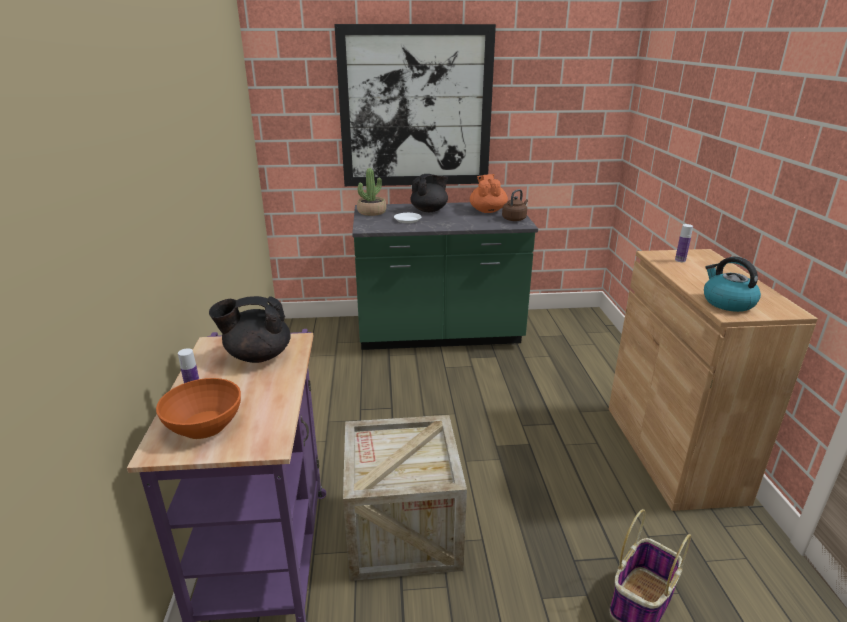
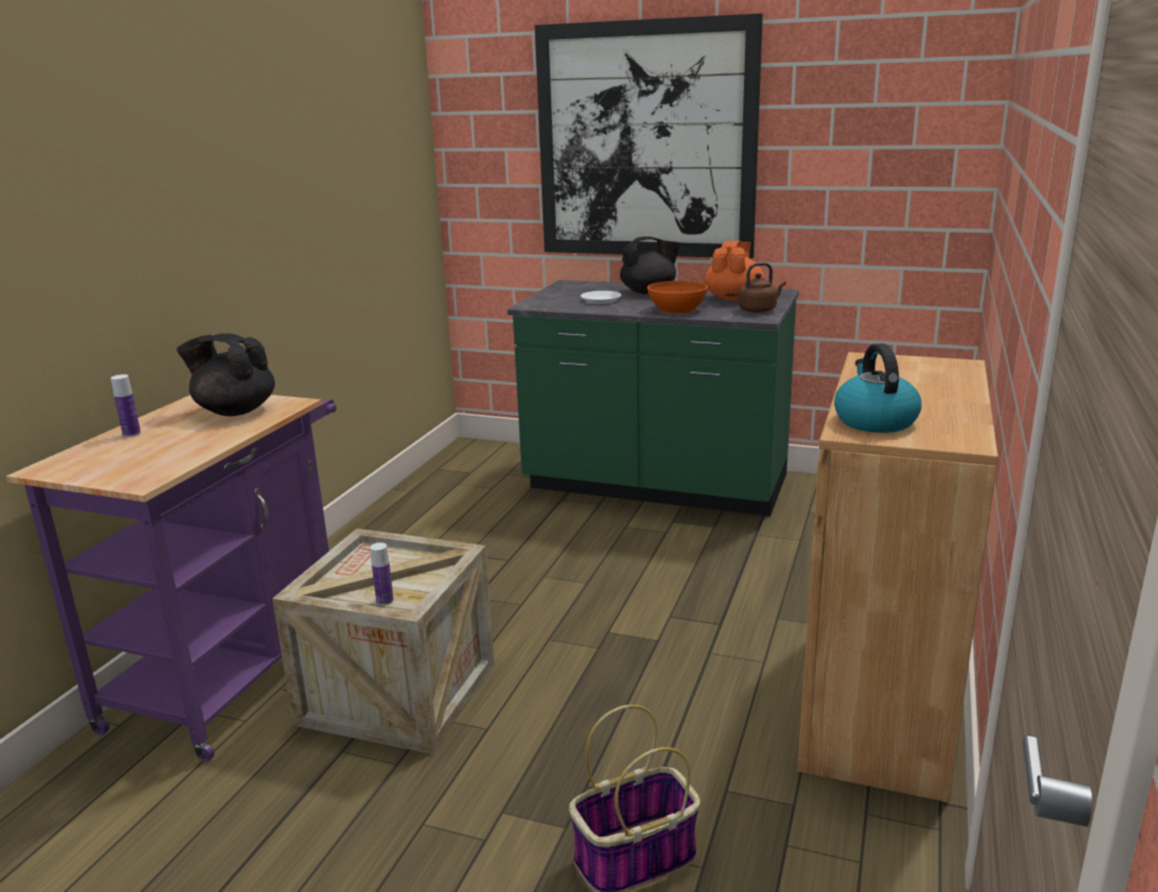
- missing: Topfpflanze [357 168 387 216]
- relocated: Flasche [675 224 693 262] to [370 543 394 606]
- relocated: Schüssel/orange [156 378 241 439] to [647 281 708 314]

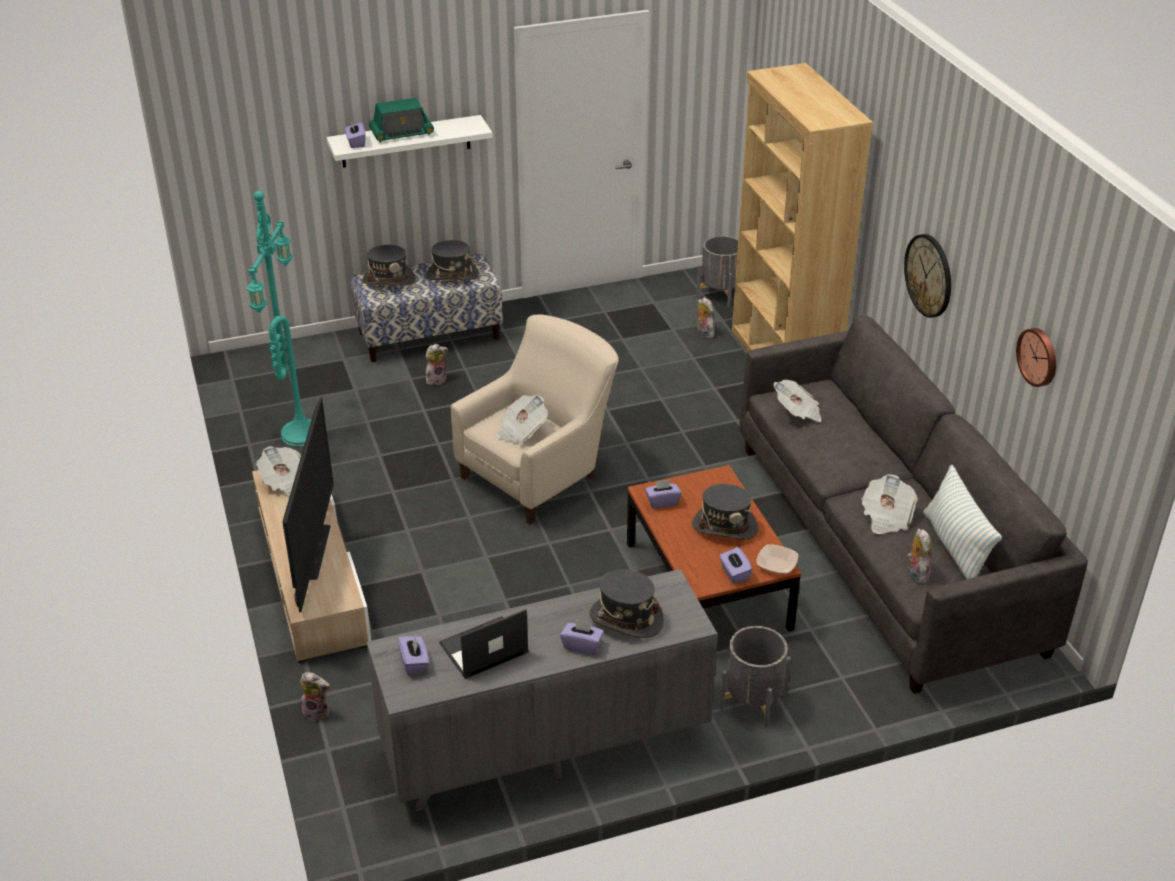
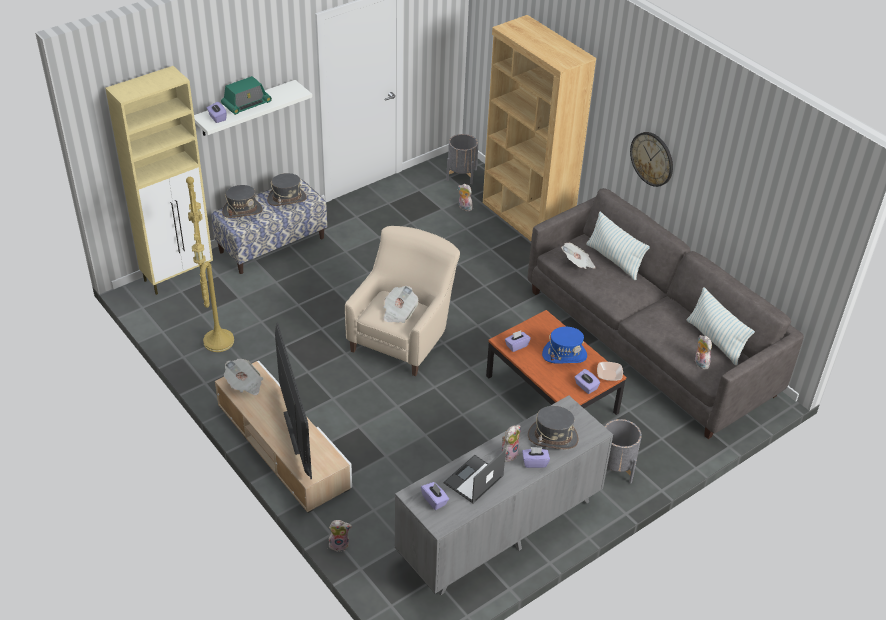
- colour: Stehlampe/türkis [246 191 312 447] to Stehlampe/gelb [186 177 234 352]
- missing: Wanduhr [1016 328 1056 387]
- relocated: Plüschtier [426 344 448 385] to [501 425 521 462]
- missing: Zeitung [861 474 918 534]
- colour: Hut/grau [692 484 758 540] to Hut/blau [542 327 587 364]
- appeared: Schrank/beige [105 66 213 295]
- appeared: Kissen [586 212 650 280]

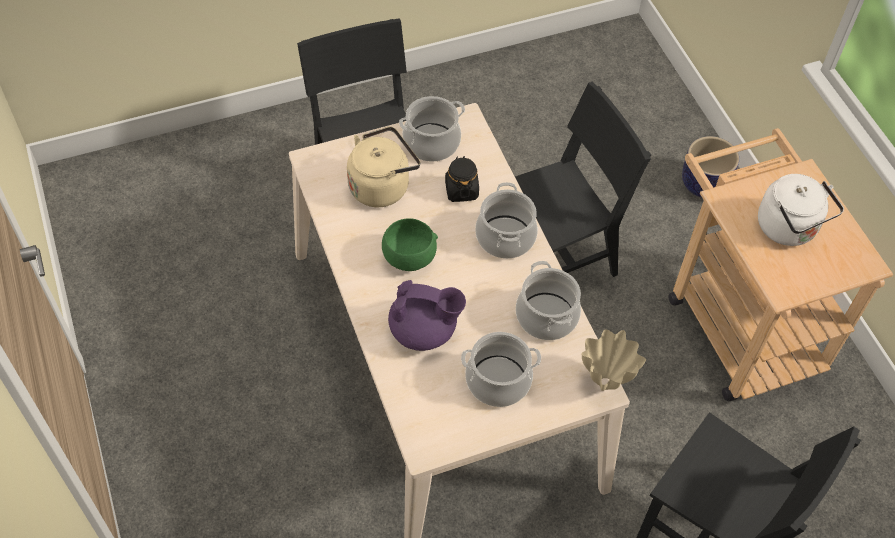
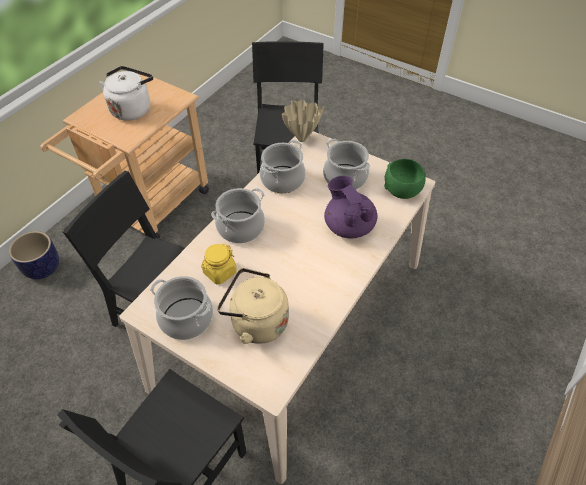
- colour: Vorratsglas/schwarz [445 156 479 202] to Vorratsglas/gelb [201 244 237 285]
- relocated: Schüssel/grün [382 218 438 271] to [384 159 425 199]

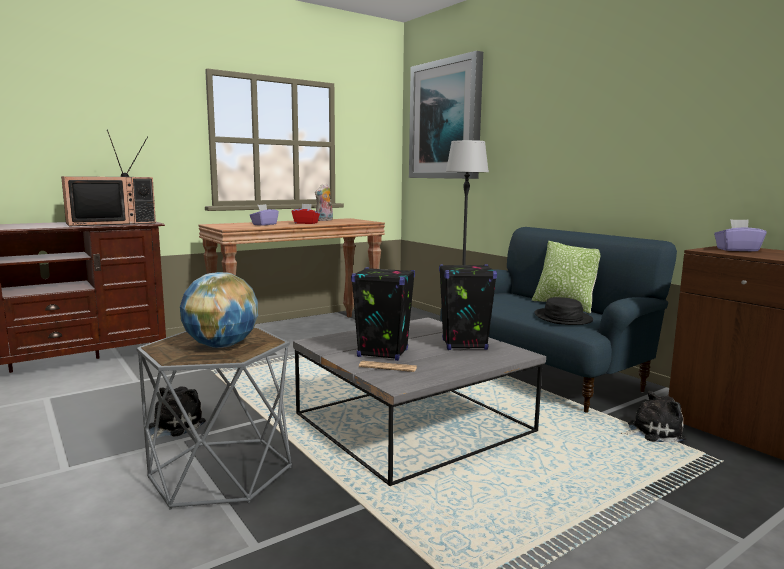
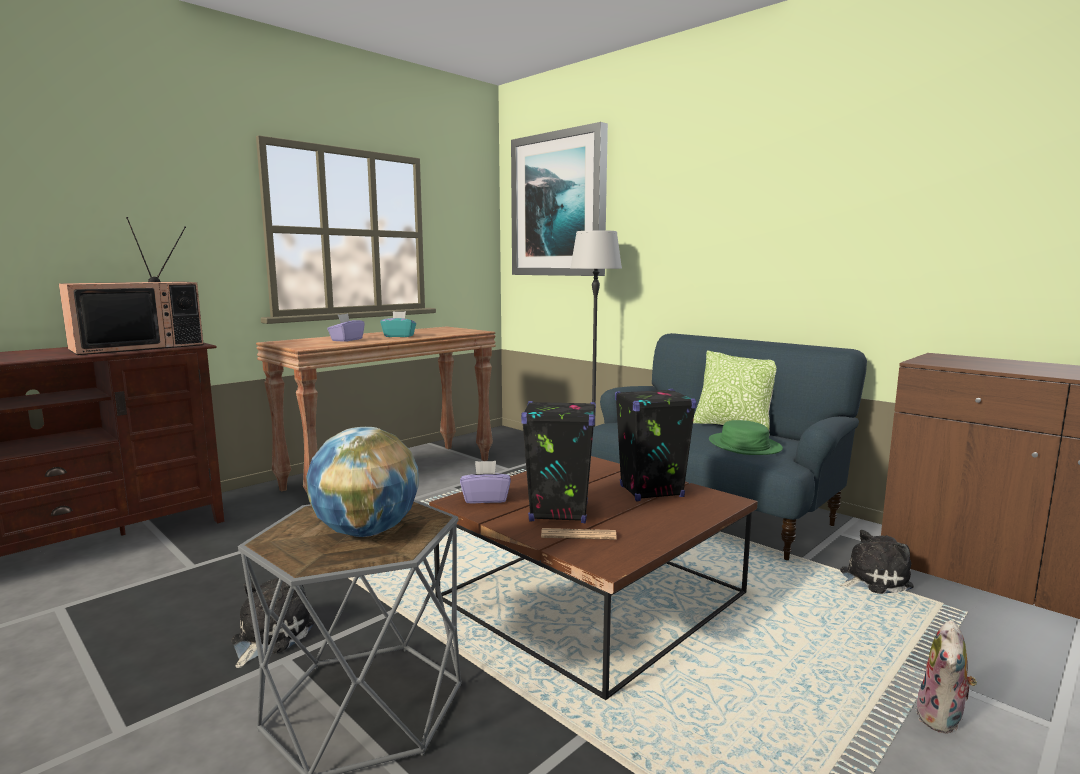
- relocated: Plüschtier [315 184 333 221] to [915 620 977 734]
- colour: Taschentuchbox/rot [292 204 320 224] to Taschentuchbox/türkis [380 311 416 337]
- relocated: Taschentuchbox/lila [714 219 767 252] to [460 461 511 504]
- colour: Hut/schwarz [534 297 593 325] to Hut/grün [709 420 783 455]
- colour: Couchtisch/grau [293 317 546 486] to Couchtisch/braun [429 456 758 700]

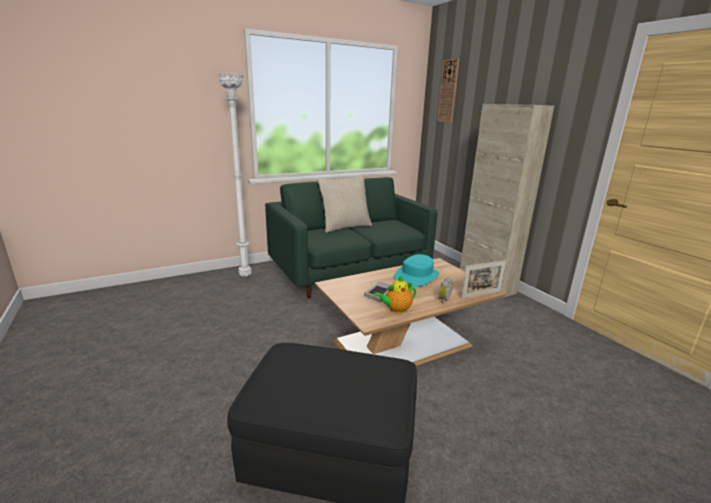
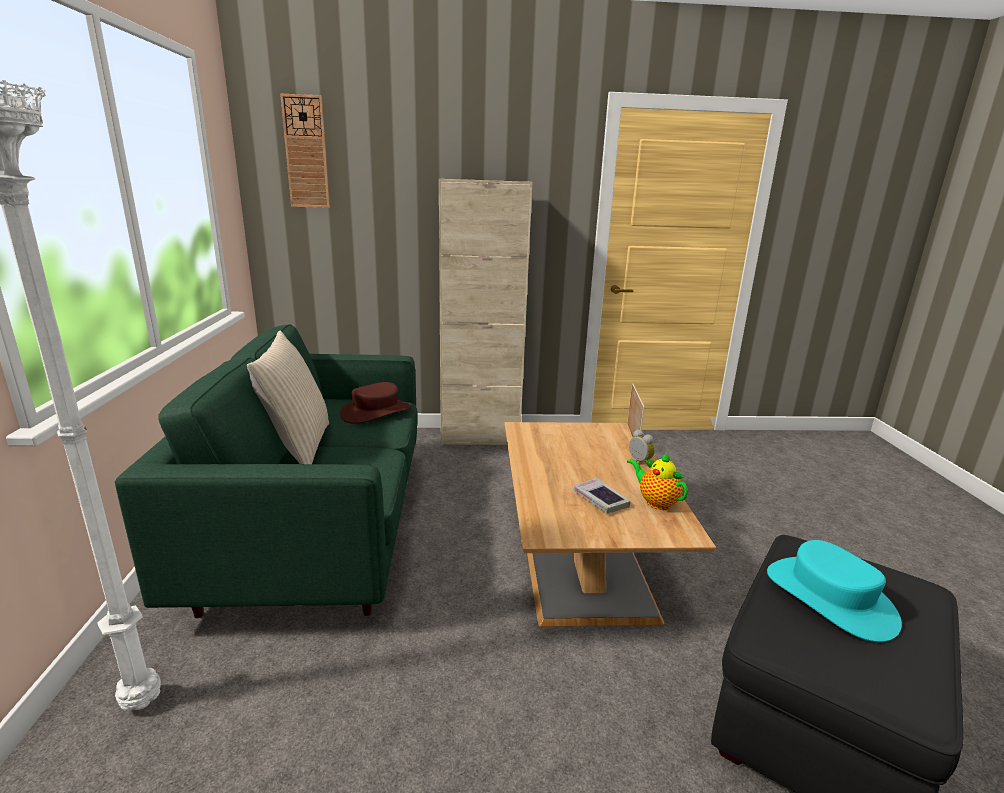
- relocated: Hut/türkis [394 254 439 287] to [767 540 902 642]
- spun: Teekanne [374 276 416 314] = [627 452 688 510] 135 degrees clockwise
- appeared: Hut/braun [340 382 411 424]

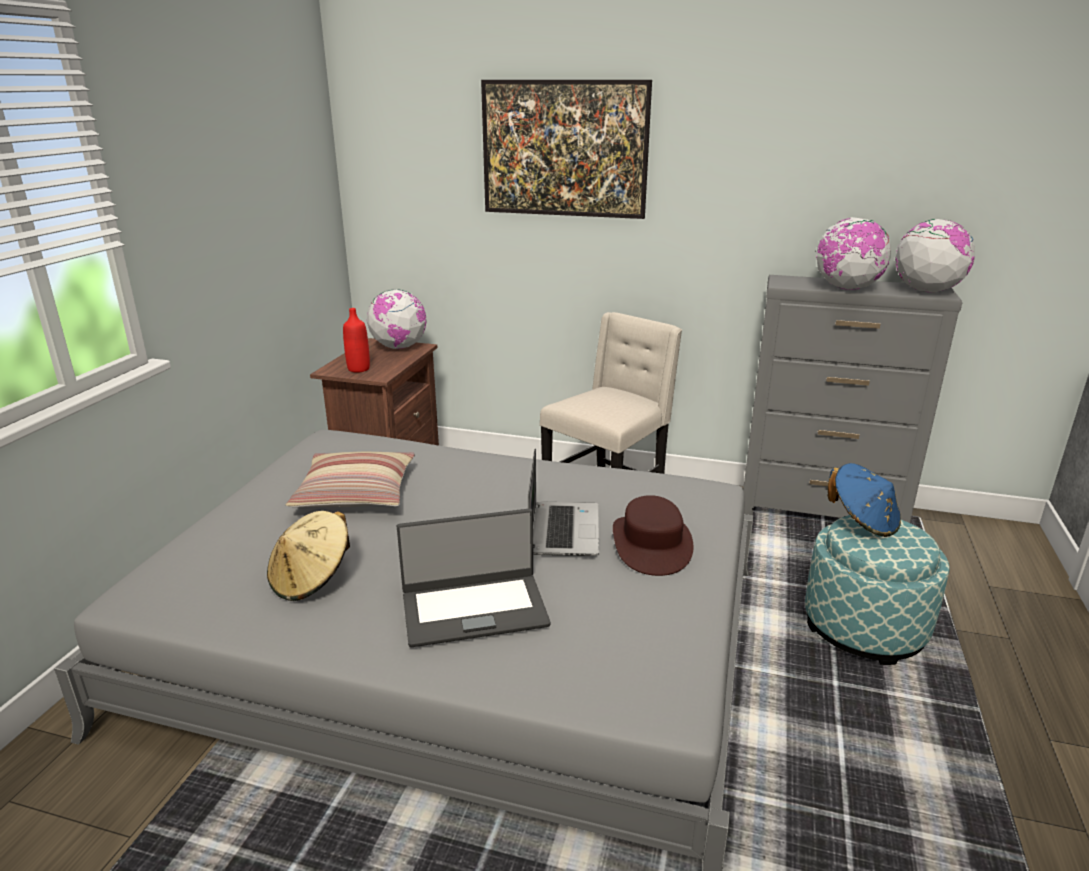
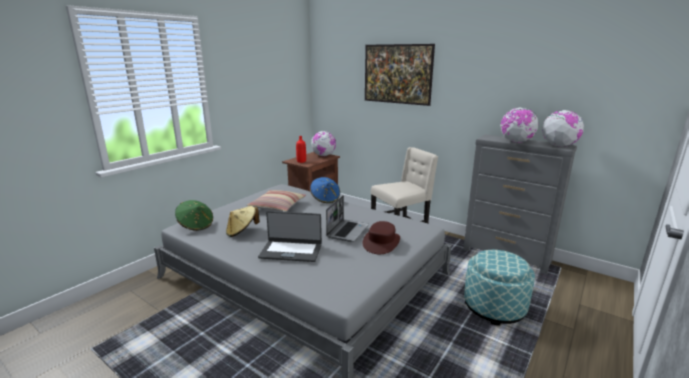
- relocated: Hut/blau [828 463 901 537] to [310 177 340 203]
- appeared: Hut/grün [175 200 213 231]

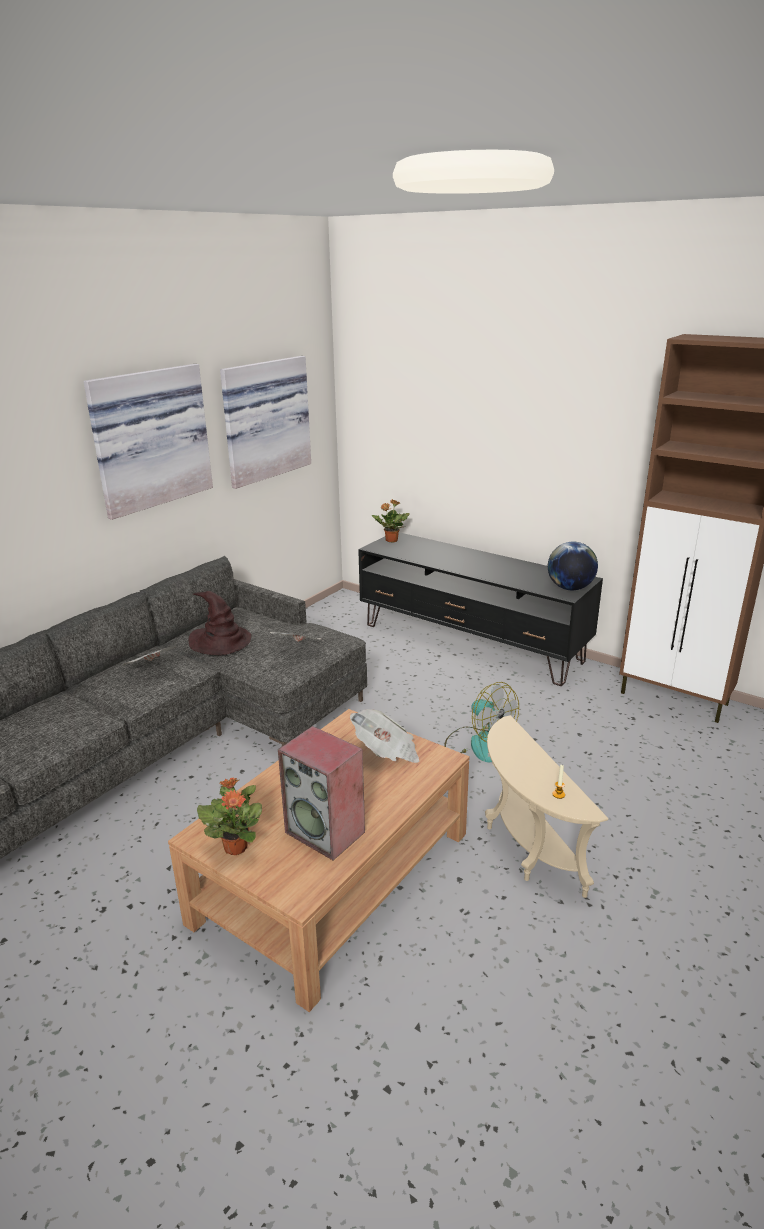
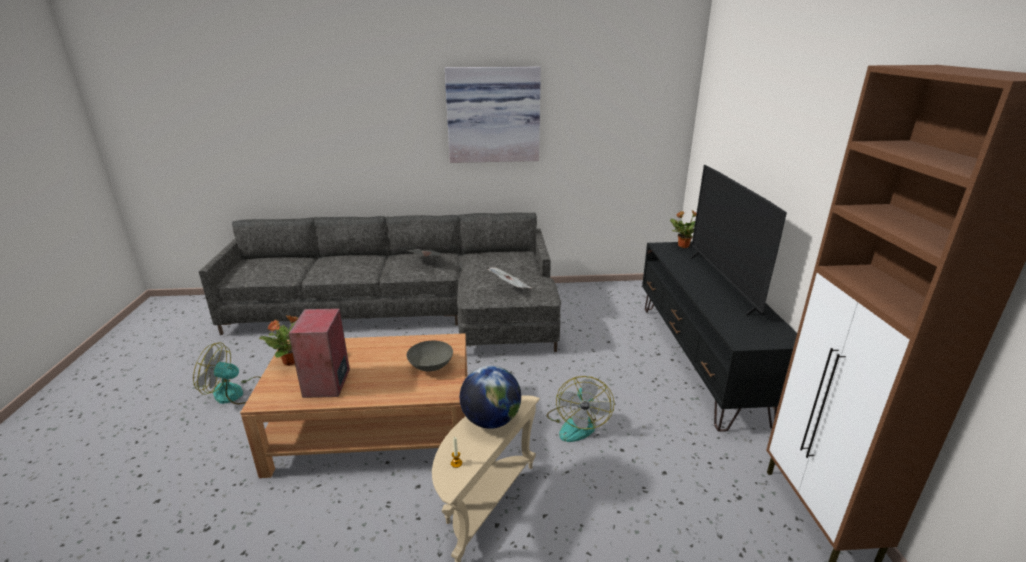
- missing: Bild [220 356 311 489]
- relocated: Globus [548 541 598 590] to [460 365 521 429]
- missing: Hut/braun [188 591 252 655]
- exchanged: Zeitung [350 709 420 763] to Schüssel/grau [407 341 453 372]
- appeared: Fernseher [690 165 787 316]
- appeared: Ventilator [193 342 261 404]

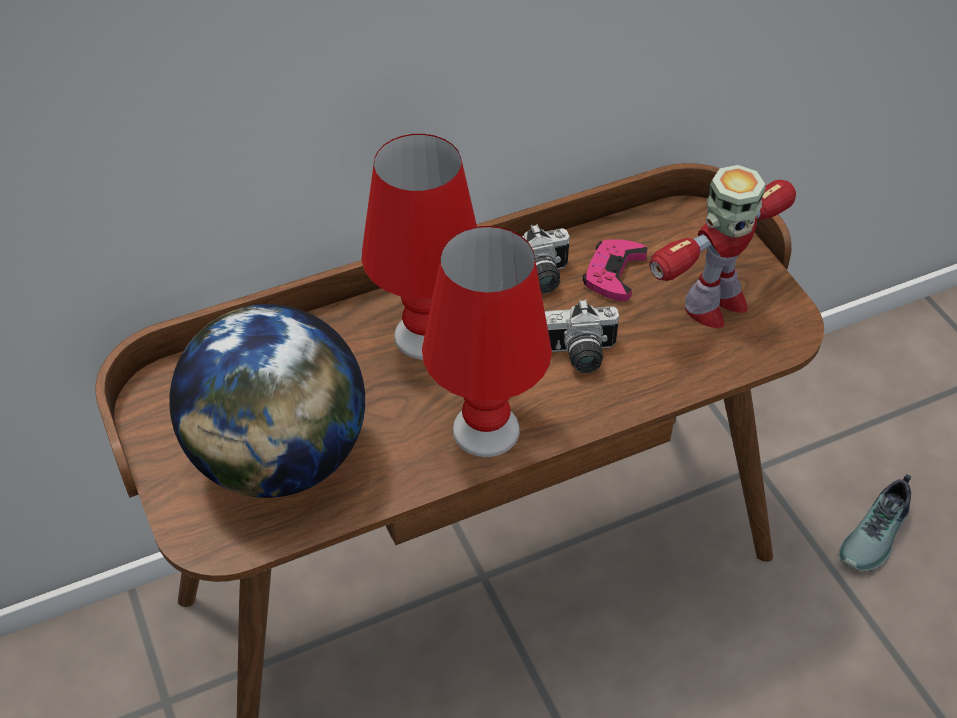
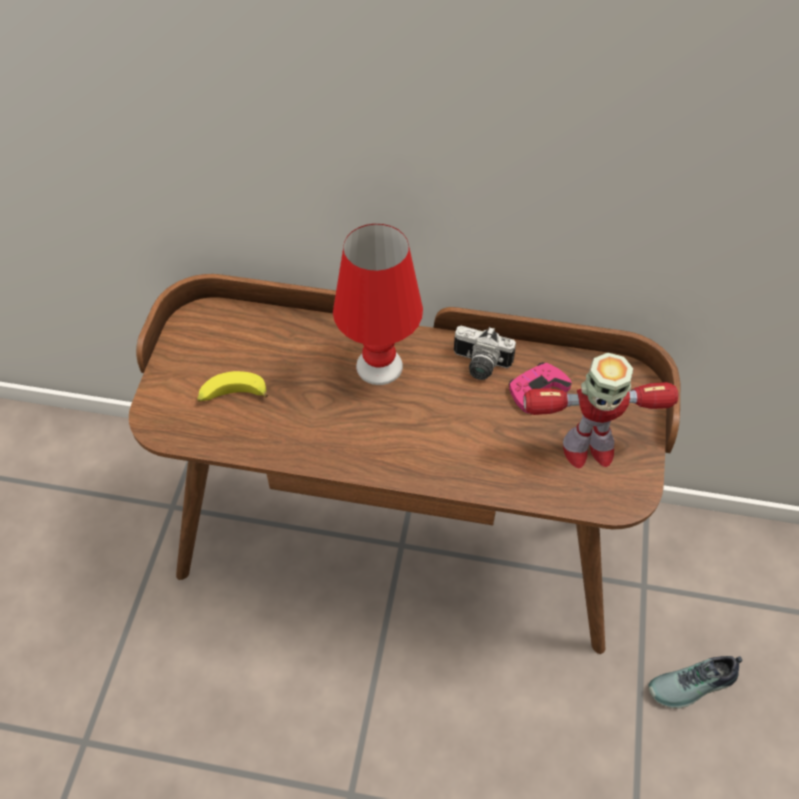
- missing: Tischlampe/rot [422 226 552 457]
- missing: Kamera [545 299 619 373]
- exchanged: Globus [169 304 365 498] to Banane [197 371 268 402]

